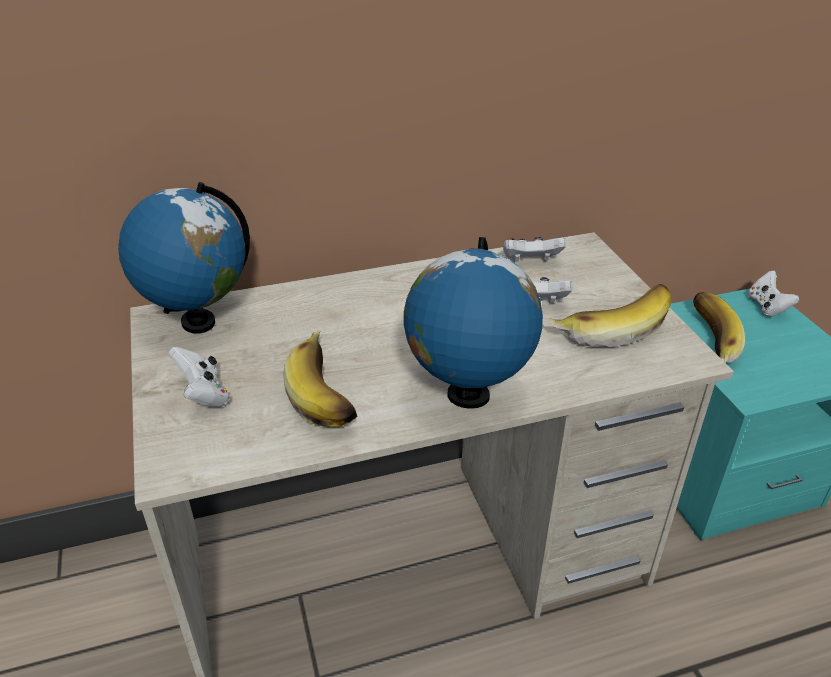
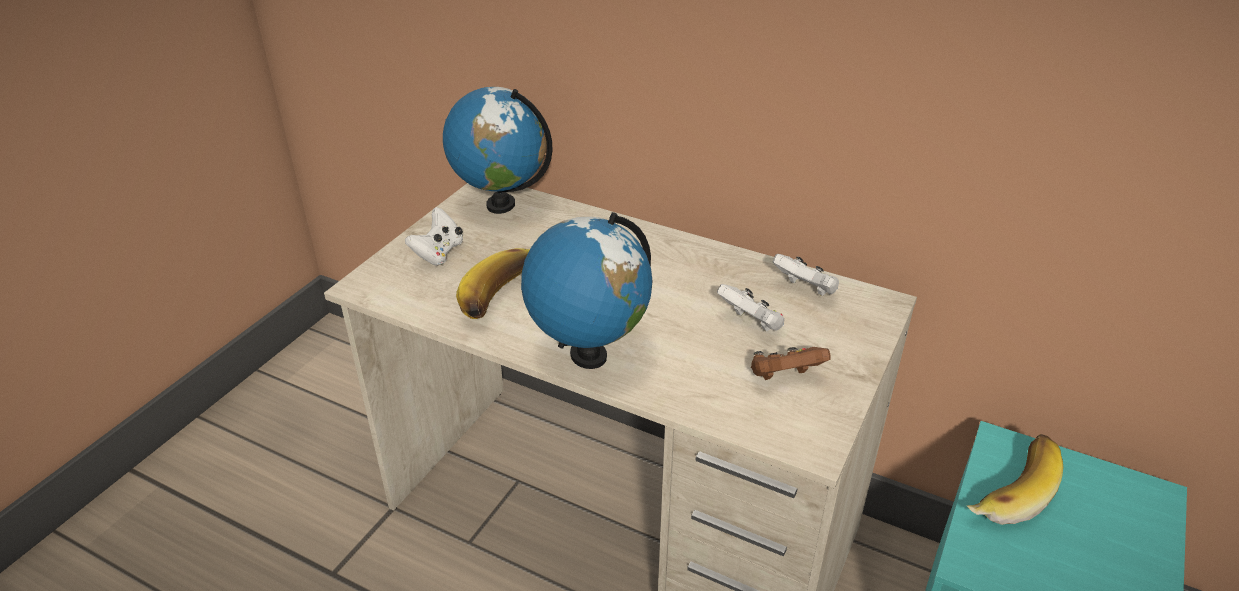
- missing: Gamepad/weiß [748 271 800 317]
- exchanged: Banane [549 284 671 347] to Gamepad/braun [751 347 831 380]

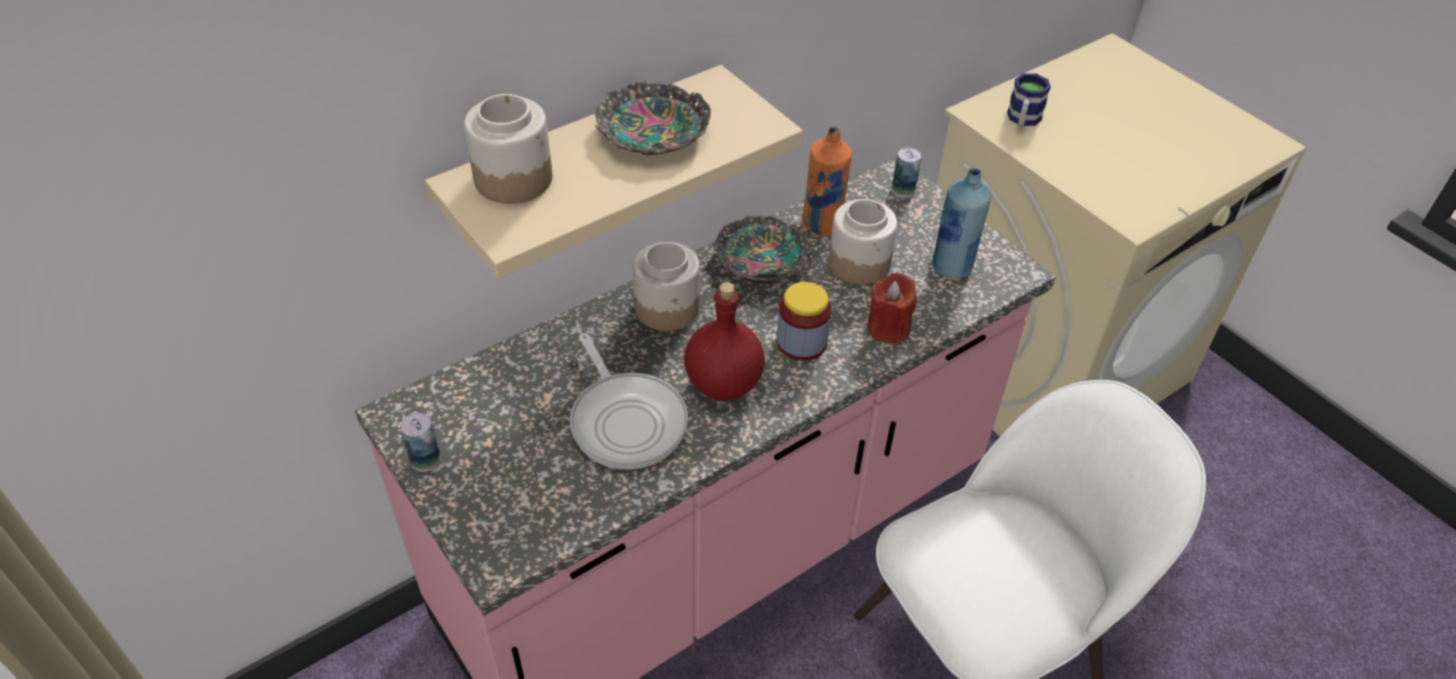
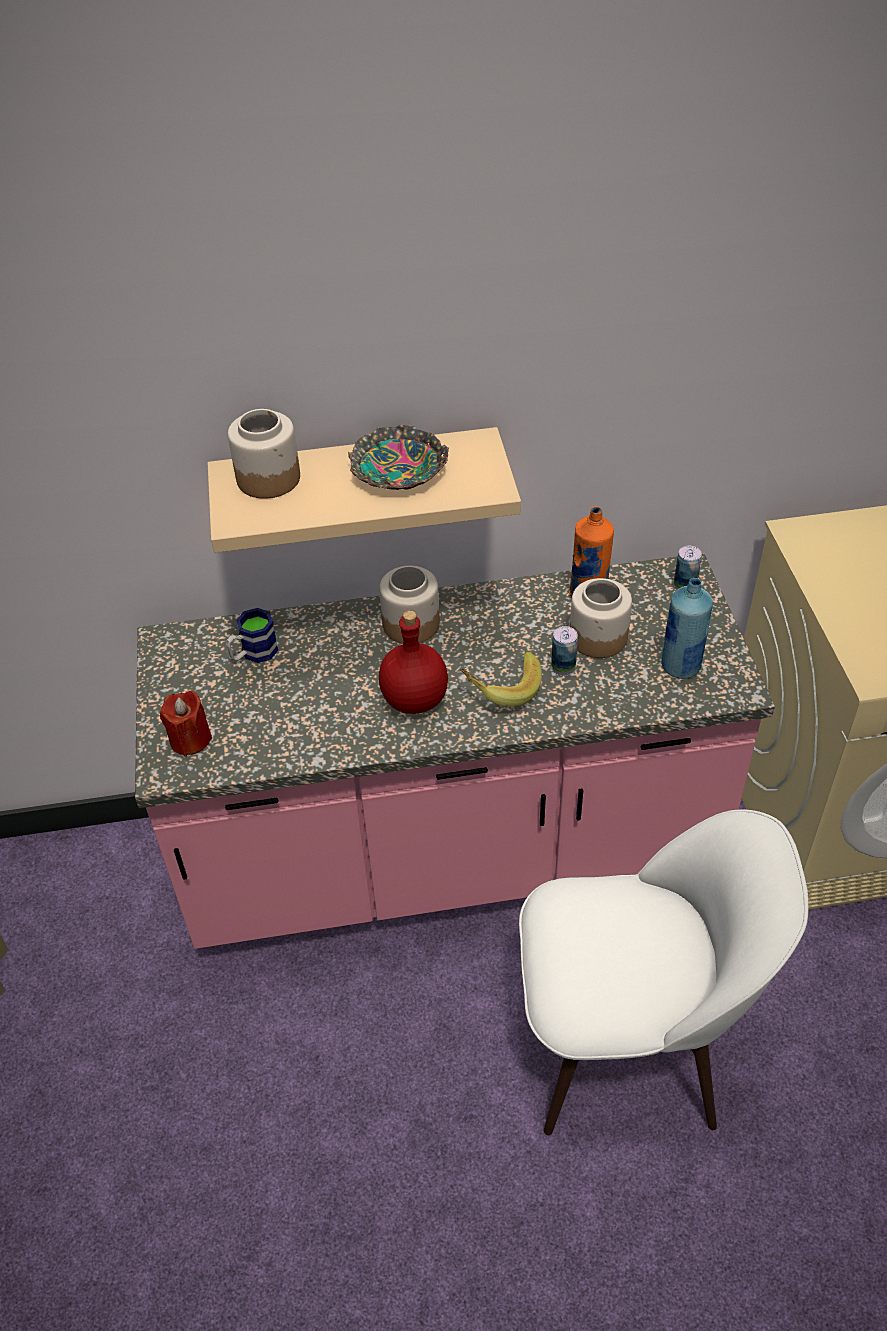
- relocated: Henkelbecher [1007 73 1051 127] to [226 608 278 663]
- missing: Schüssel [713 215 812 284]
- relocated: Kerze/rot [867 273 917 344] to [160 691 212 757]
- exchanged: Vorratsglas [777 282 832 361] to Banane [460 651 542 707]
- missing: Pfanne [570 333 688 470]
- relocated: Dose [400 413 440 472] to [551 626 578 676]

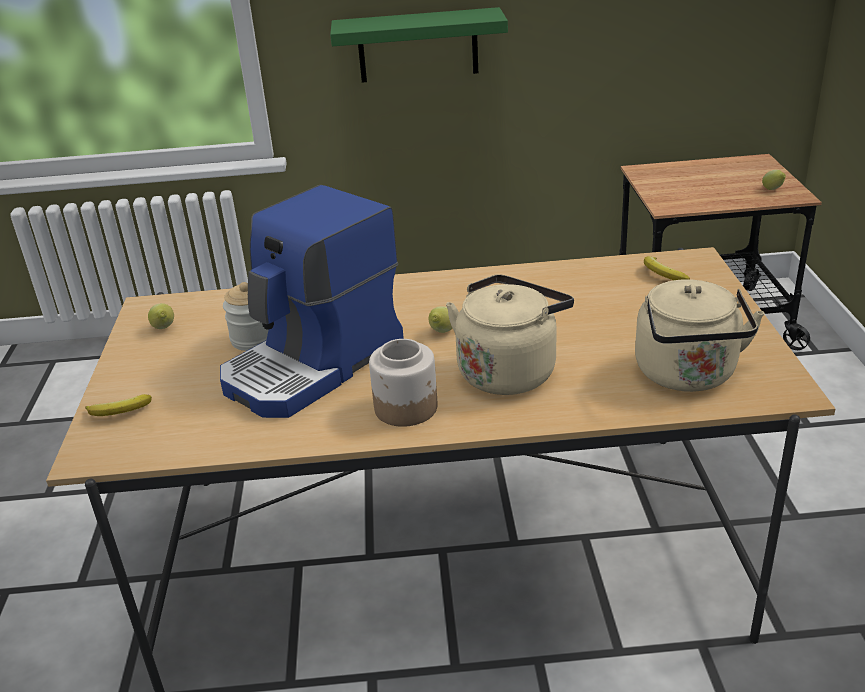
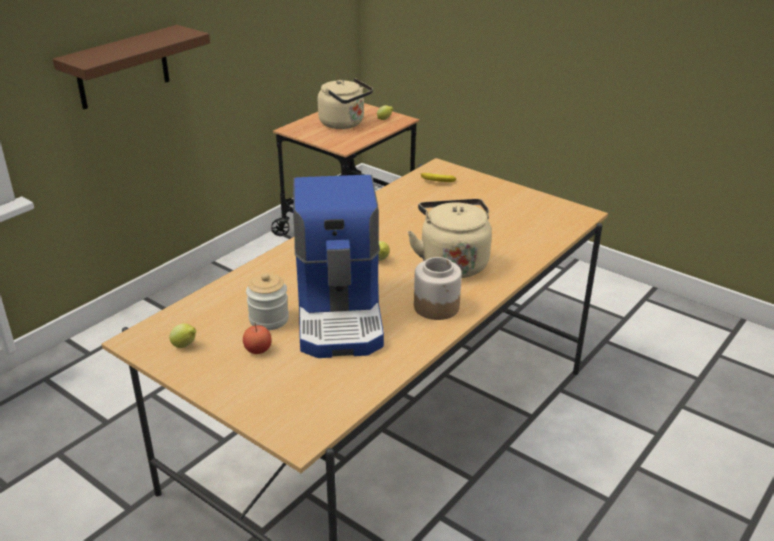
- colour: Wandregal/grün [330 7 508 83] to Wandregal/braun [53 25 210 109]
- relocated: Wasserkessel/beige [635 279 765 392] to [318 78 373 129]
- missing: Banane [85 394 152 416]
- appeared: Apfel [243 322 272 354]

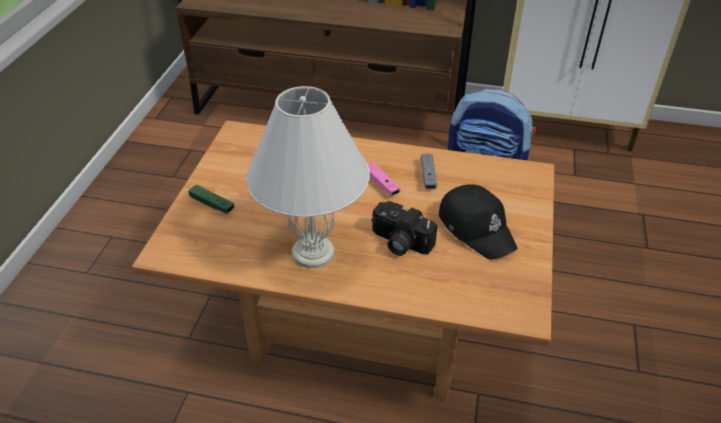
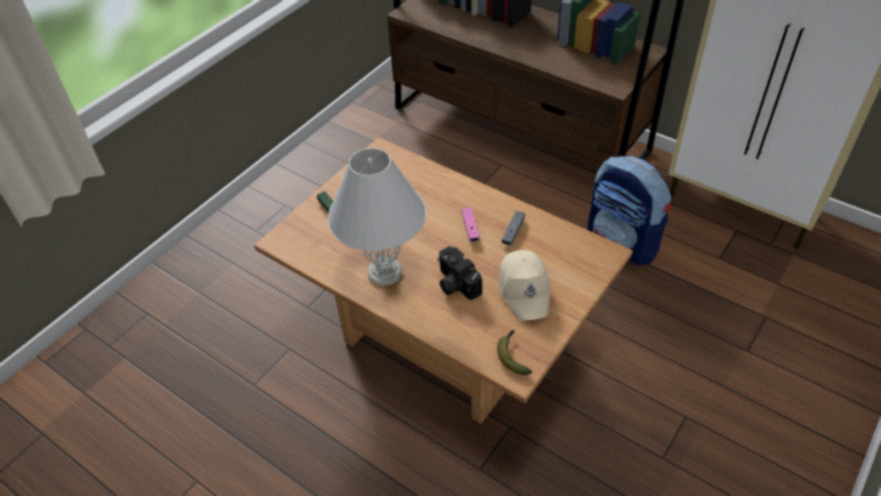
- colour: Kappe/schwarz [439 184 517 259] to Kappe/beige [499 250 551 321]
- appeared: Banane [497 330 532 375]

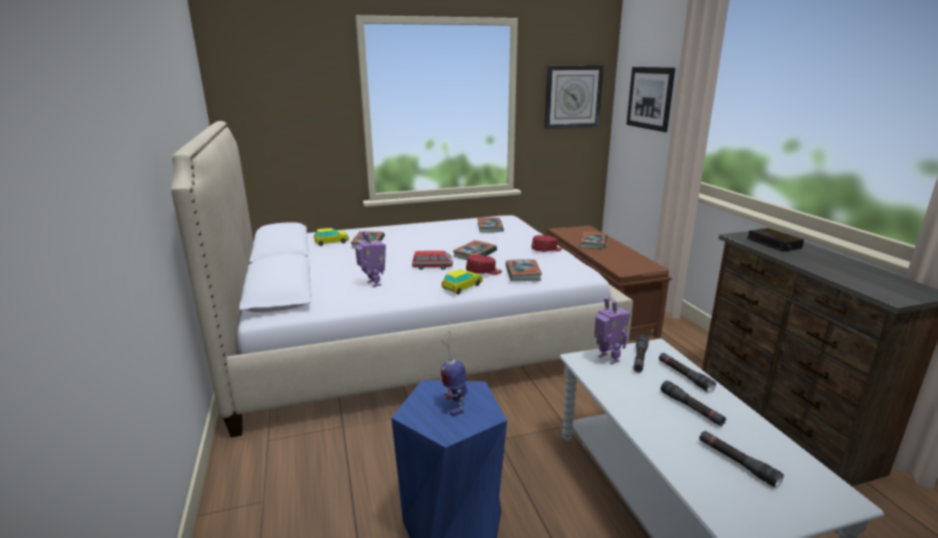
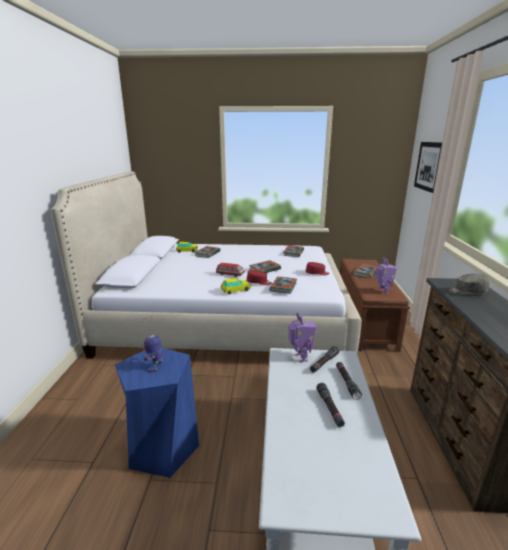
- missing: Wanduhr [544 65 604 129]
- exchanged: Wecker [748 228 804 252] to Kappe/grau [449 274 489 295]
- relocated: Spielzeugroboter [355 231 386 287] to [375 258 397 294]
- missing: Taschenlampe/schwarz [699 431 784 488]

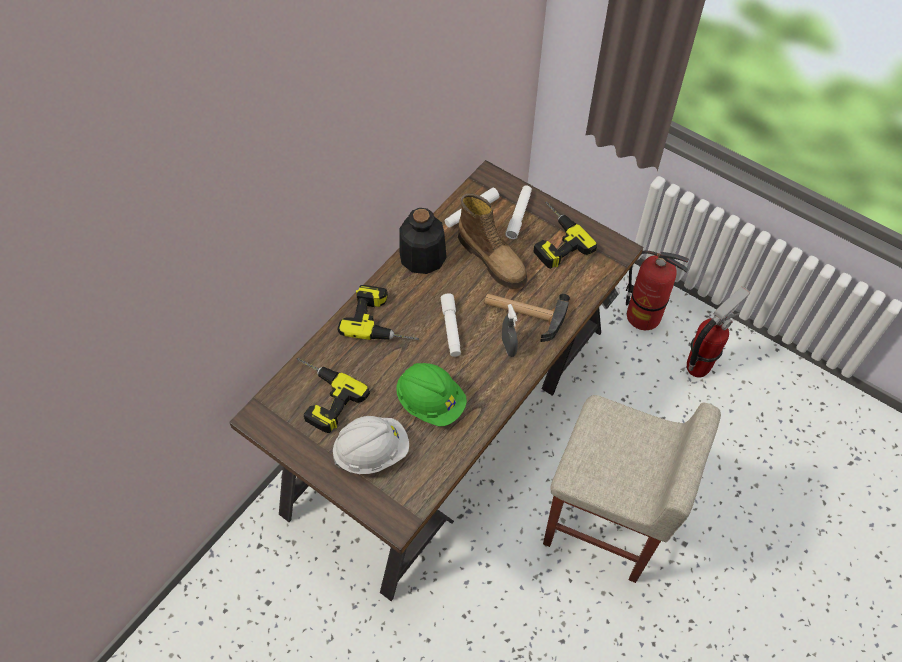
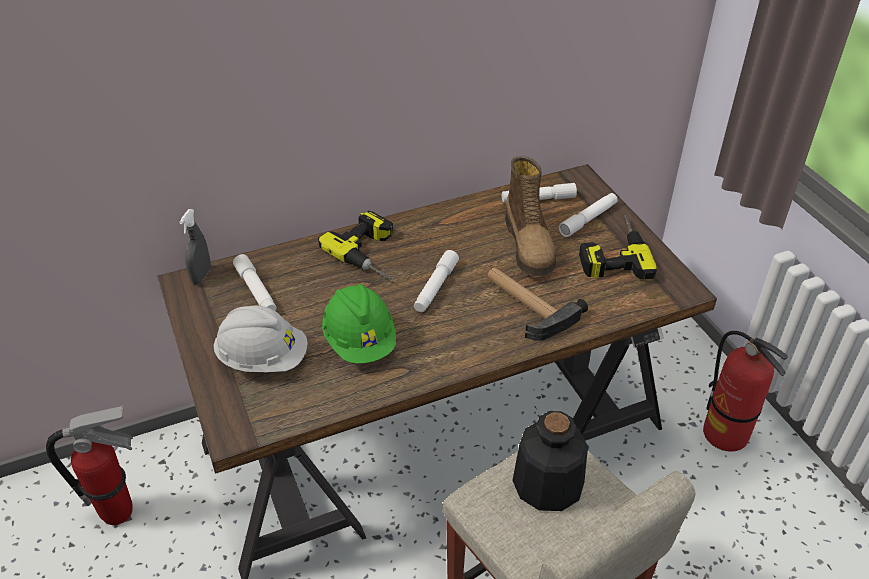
- relocated: Flasche [399 208 447 274] to [512 411 588 511]
- relocated: Feuerlöscher [687 286 751 378] to [46 405 133 525]
- relocated: Sprühflasche/grau [502 304 518 357] to [179 209 211 284]
- exchanged: Bohrmaschine [297 358 370 433] to Taschenlampe/weiß [233 254 276 311]

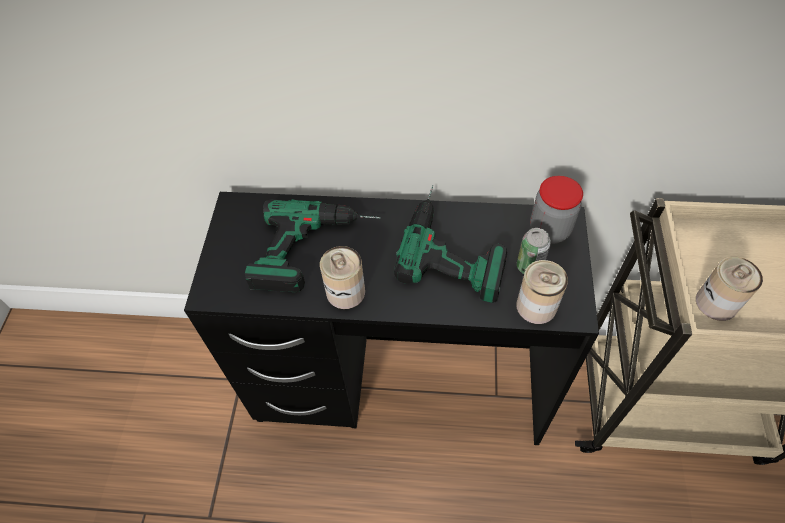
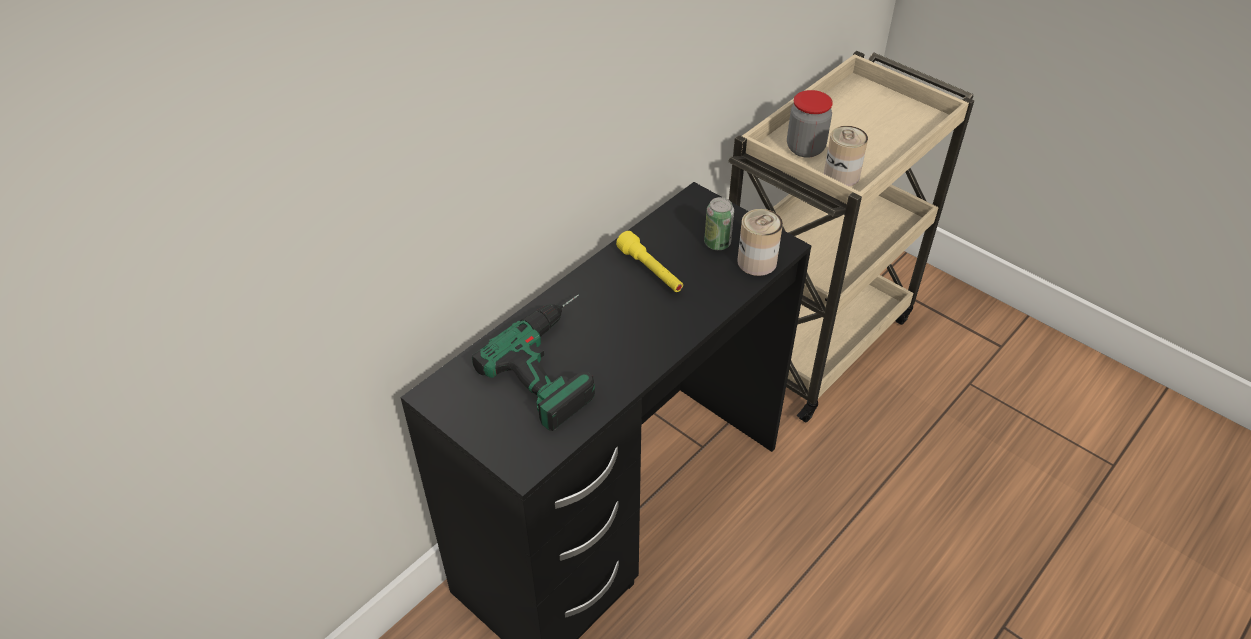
- relocated: Vorratsglas [530 176 583 244] to [787 90 833 158]
- exchanged: Bohrmaschine [394 185 507 303] to Taschenlampe/gelb [616 231 683 292]
- missing: Dose [320 246 365 309]

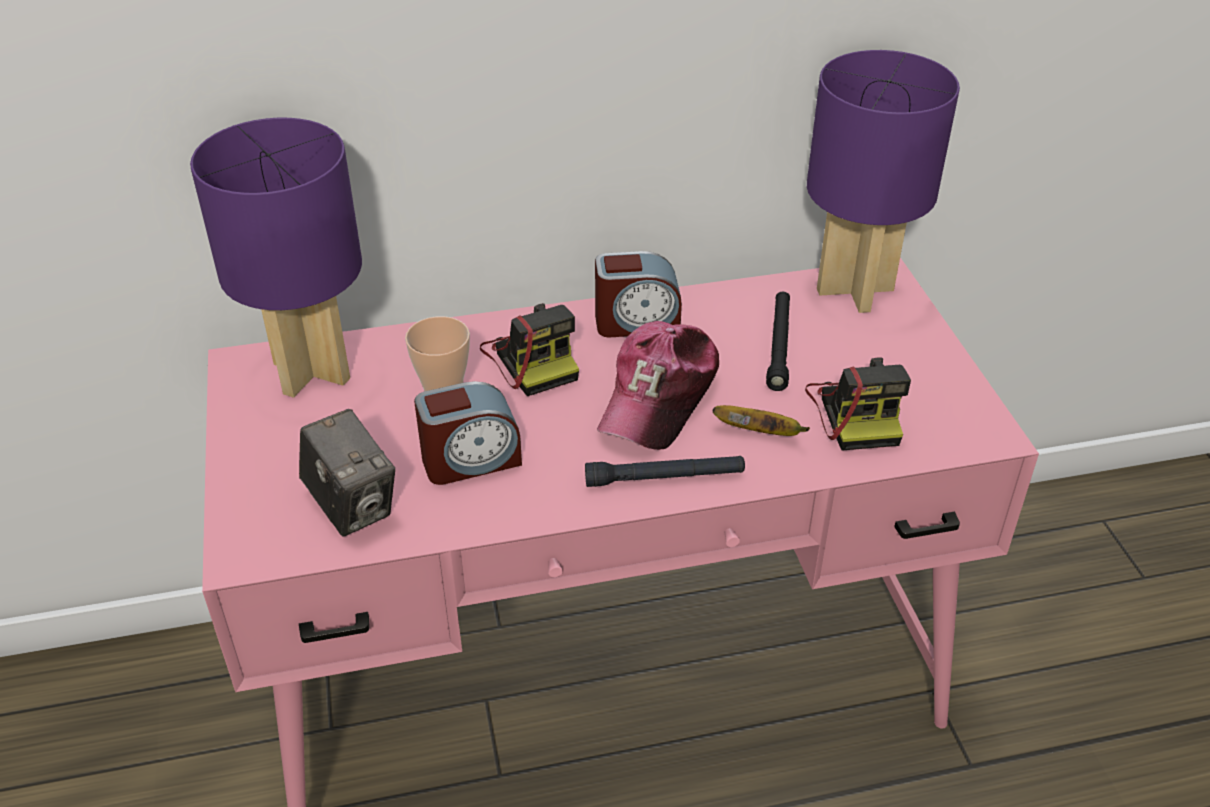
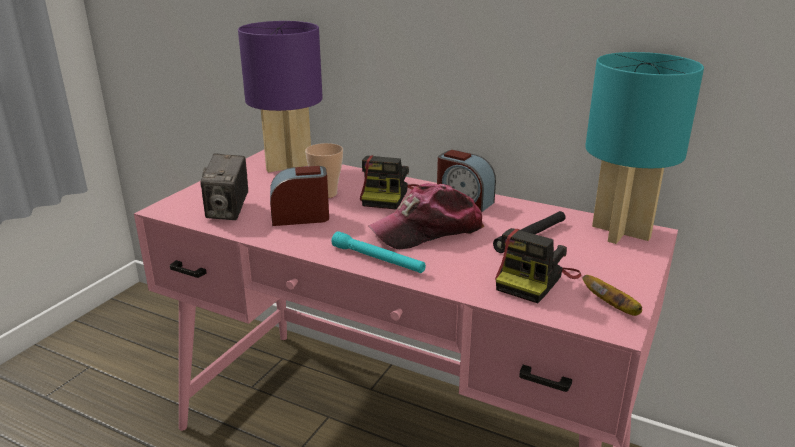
- colour: Tischlampe/lila [807 50 960 313] to Tischlampe/türkis [585 52 704 244]
- spun: Wecker [414 381 522 485] = [270 166 329 226] 150 degrees clockwise
- relocated: Banane [713 405 810 436] to [582 275 642 316]
- colour: Taschenlampe/schwarz [585 456 745 487] to Taschenlampe/türkis [331 231 426 273]

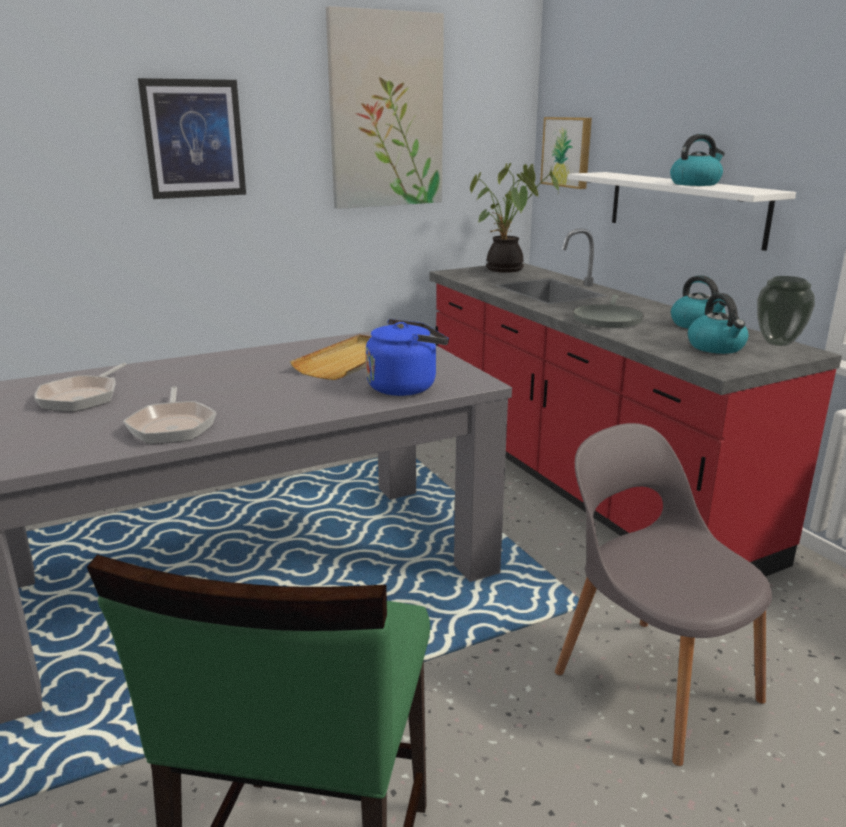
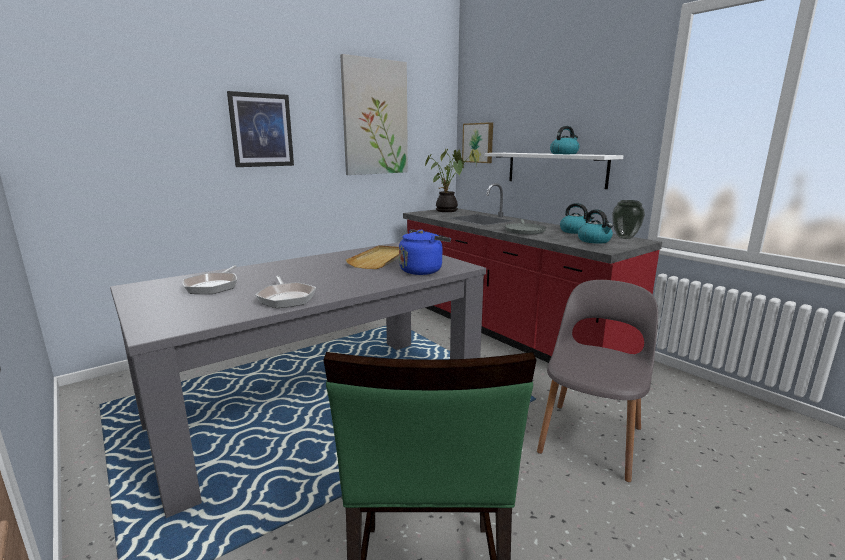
- spun: Stuhl/grau [555 423 772 766] = [537 280 658 482] 75 degrees clockwise

